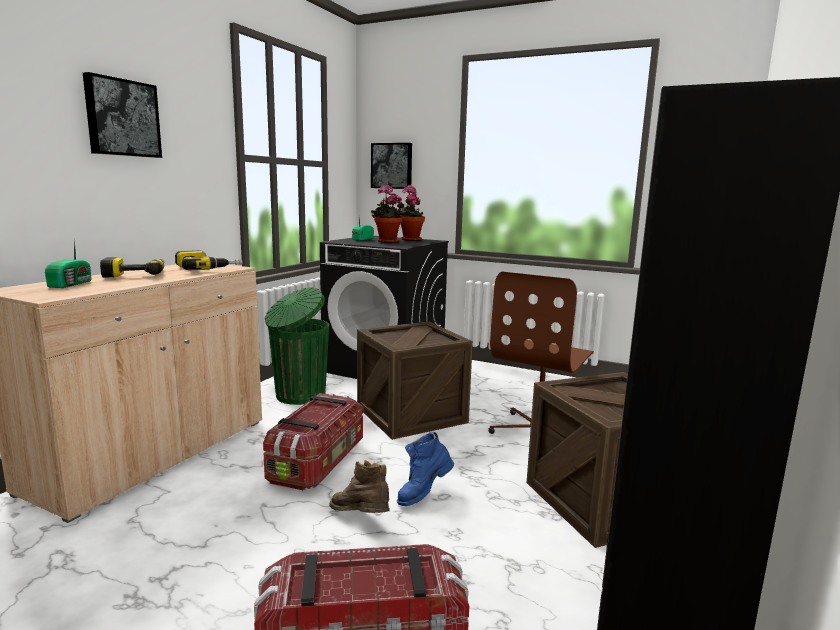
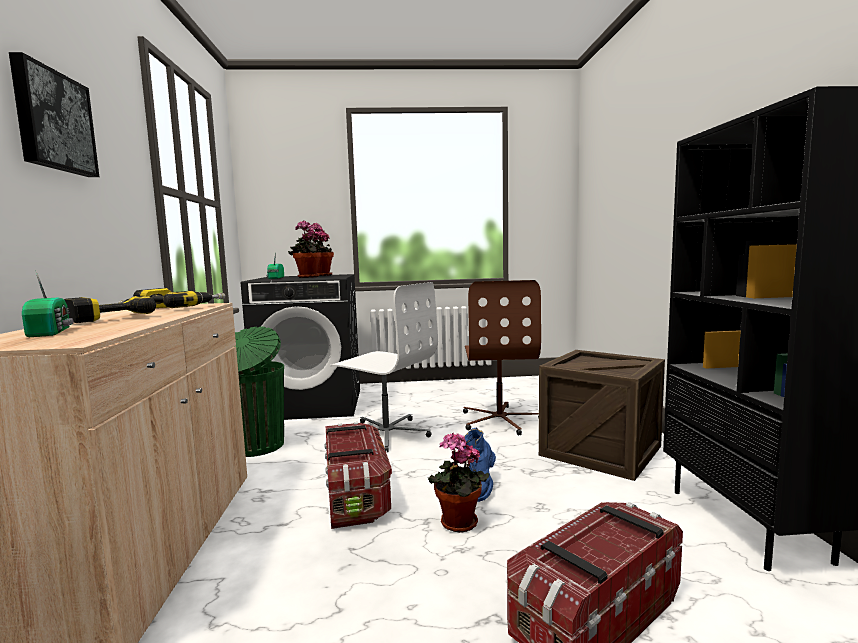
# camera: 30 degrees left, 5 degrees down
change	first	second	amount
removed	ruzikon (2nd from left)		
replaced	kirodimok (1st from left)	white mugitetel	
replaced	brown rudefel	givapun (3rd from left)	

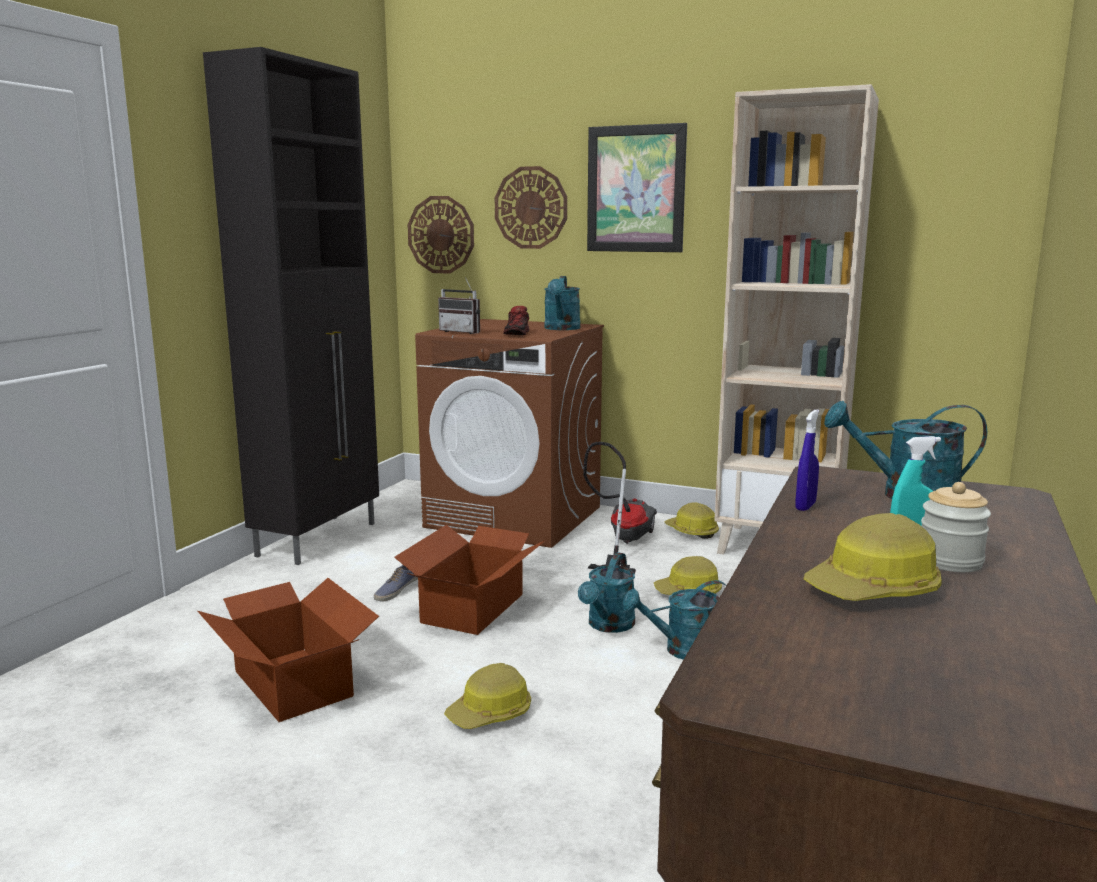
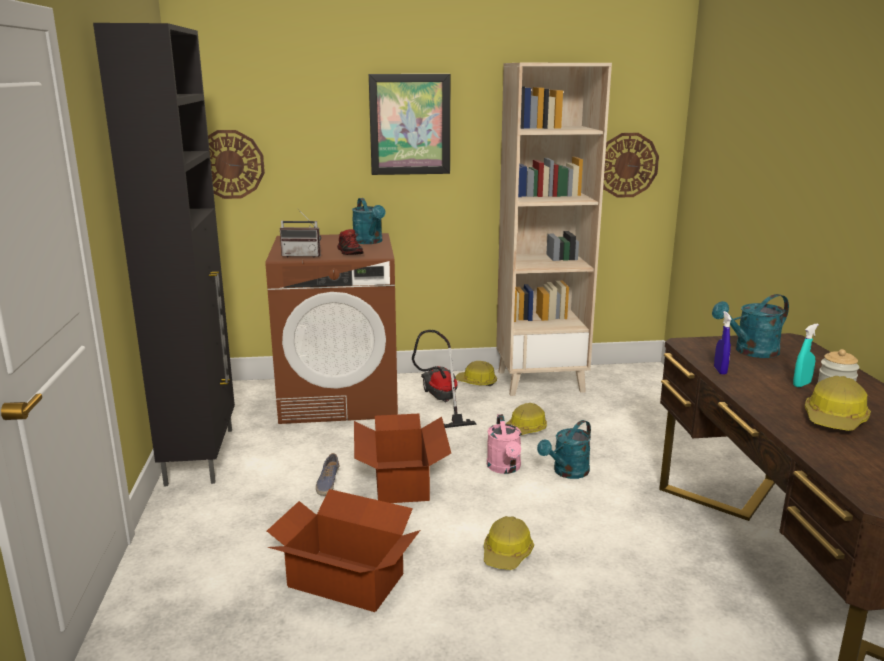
# camera: 30 degrees left, 5 degrees up
change	first	second	amount
moved	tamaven (2nd from left)		
recoloured	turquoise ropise (2nd from left)	pink ropise	

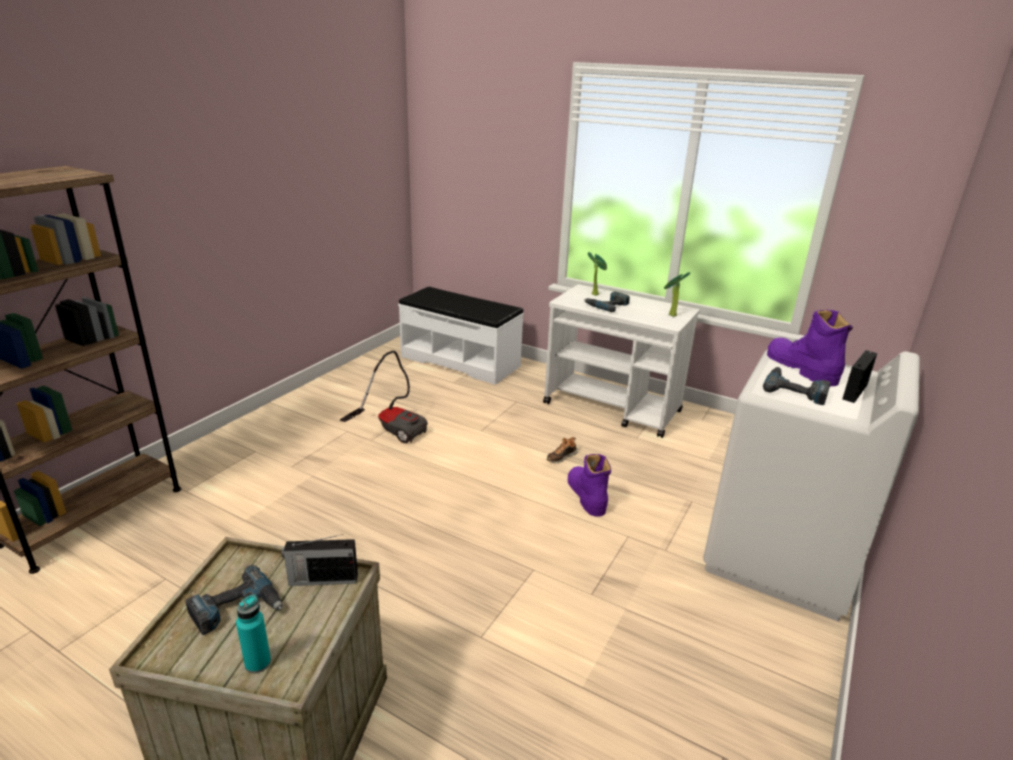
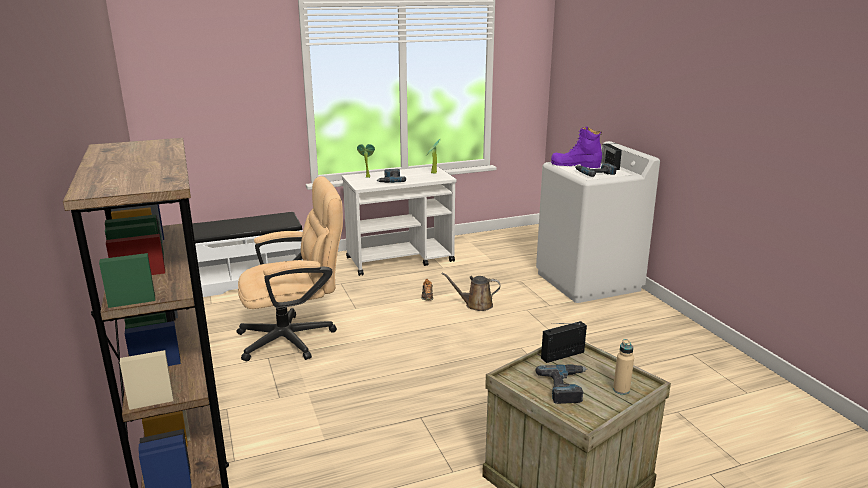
# camera: 50 degrees left, 5 degrees down
change	first	second	amount
replaced	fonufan	beige mugitetel	
replaced	purple rudefel (1st from left)	brown ropise	
turned	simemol (1st from left)		150 degrees counterclockwise
recoloured	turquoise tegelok	beige tegelok	

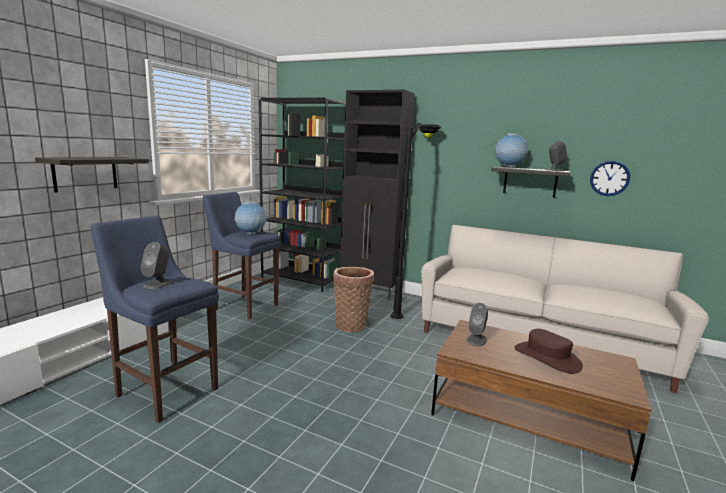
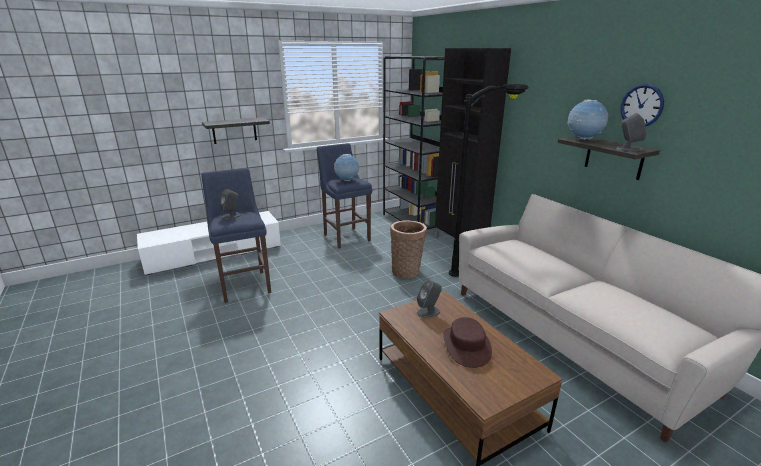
# camera: 35 degrees right, 10 degrees up
change	first	second	amount
moved	tamaven		

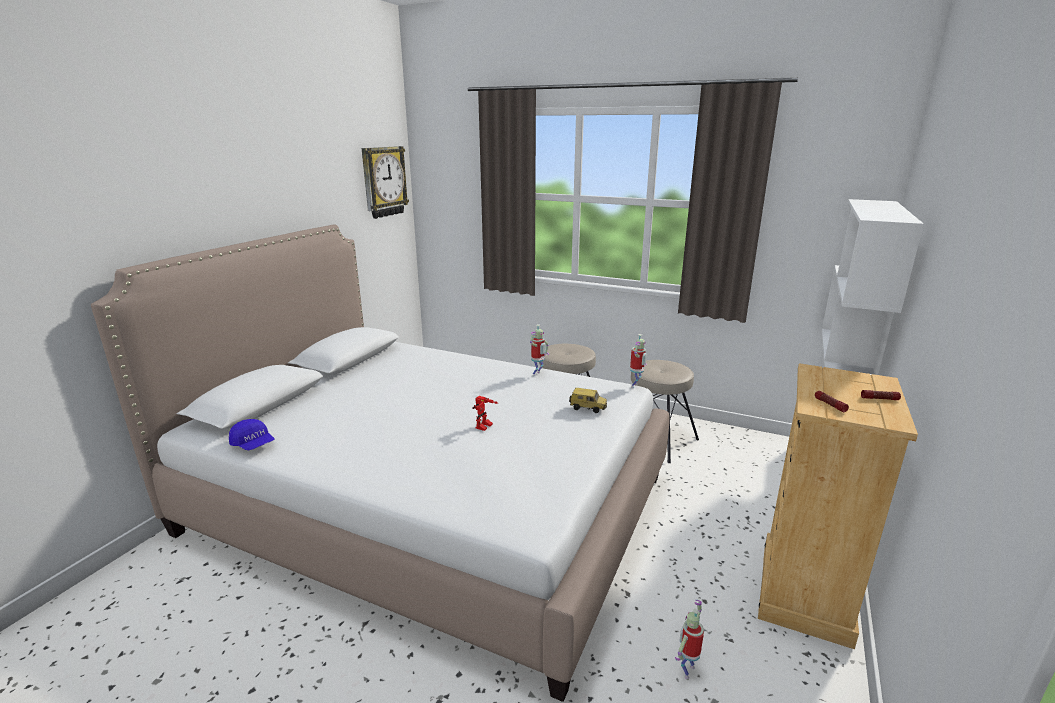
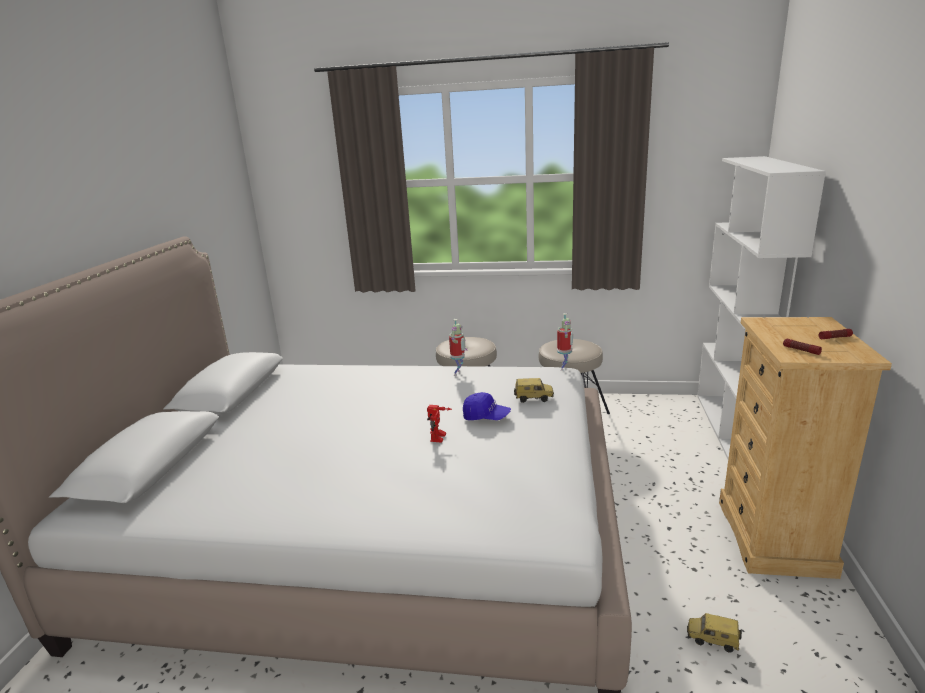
# camera: 15 degrees left, 0 degrees up
change	first	second	amount
removed	tamaven		
moved	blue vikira		
replaced	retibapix (4th from left)	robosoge (2nd from left)	

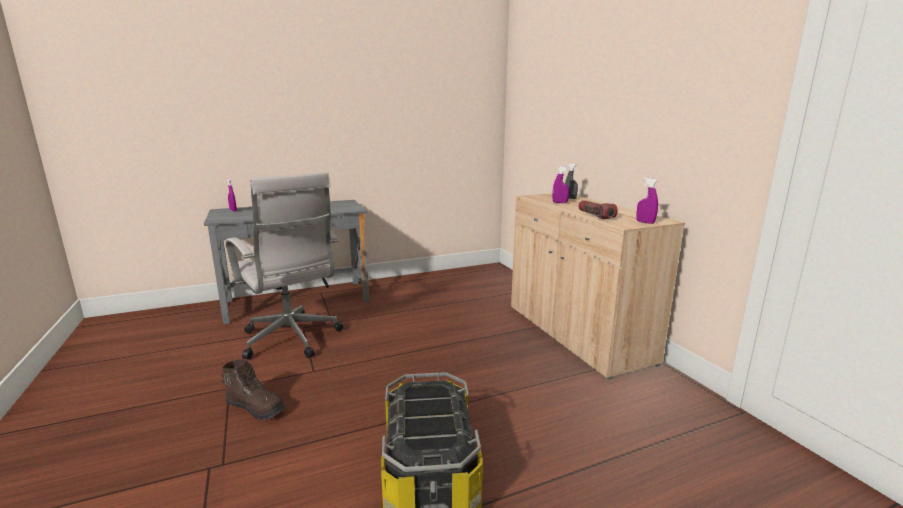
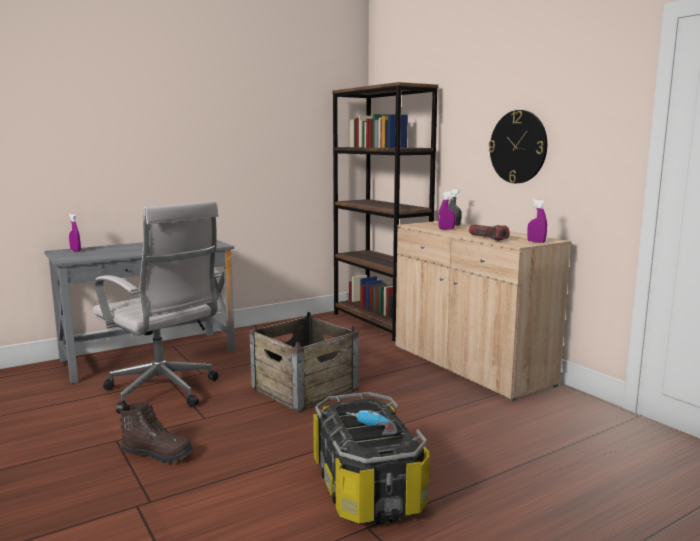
# camera: 10 degrees left, 5 degrees down
change	first	second	amount
added		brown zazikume	
added		tamaven	
added		kirodimok	
added		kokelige	

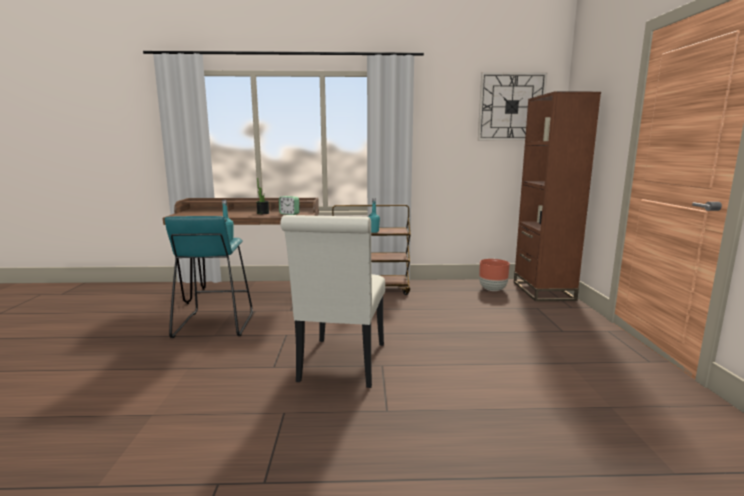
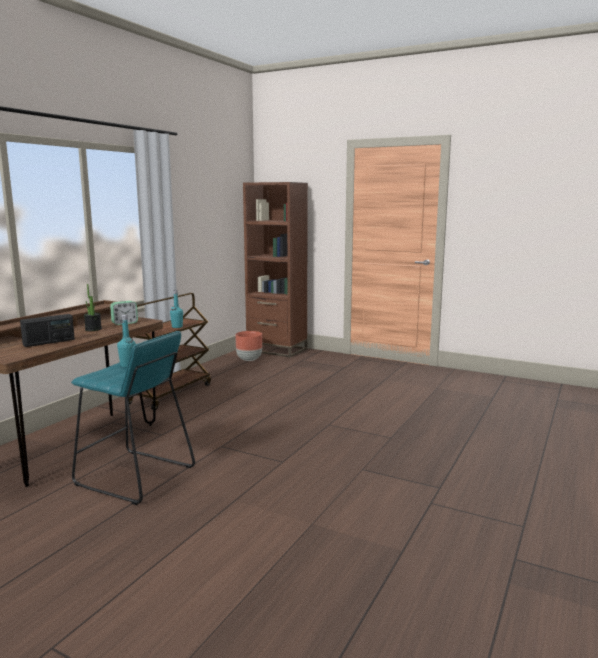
# camera: 60 degrees left, 0 degrees up
change	first	second	amount
removed	tamaven		
removed	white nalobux		
added		simemol	

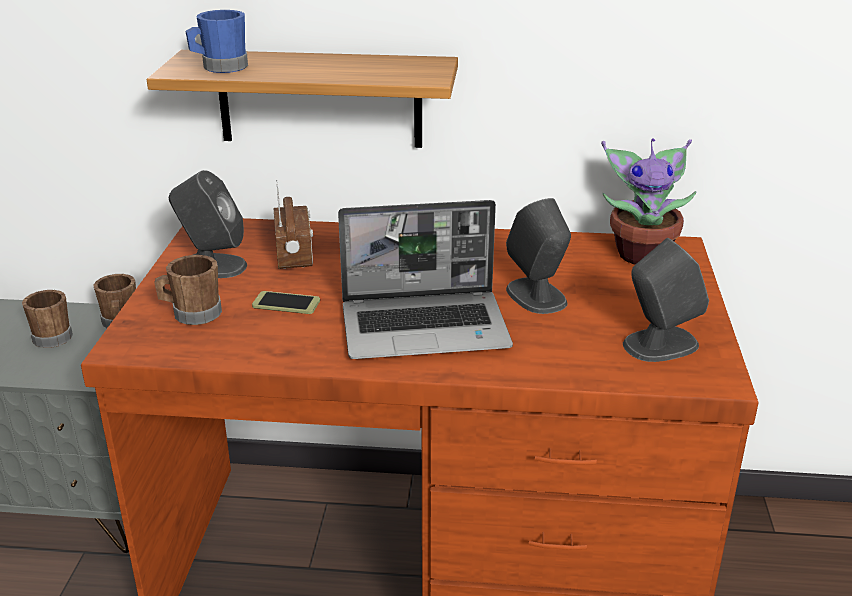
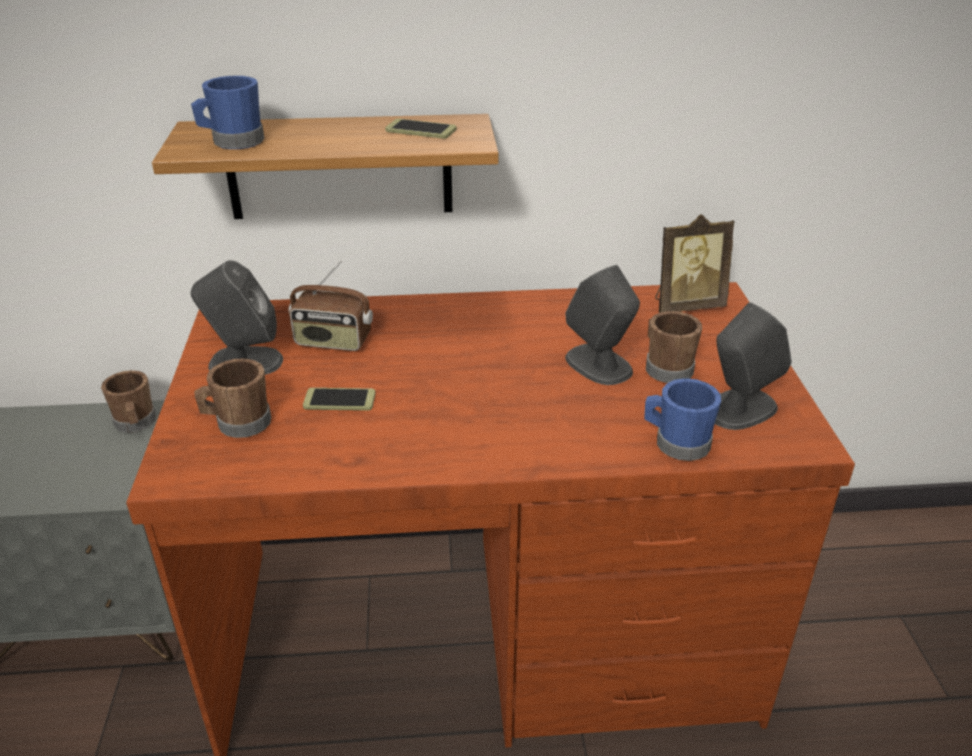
# camera: 10 degrees left, 5 degrees up
change	first	second	amount
replaced	givapun	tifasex	
turned	simemol		120 degrees clockwise
removed	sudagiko		
moved	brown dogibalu (1st from left in the first image)	brown dogibalu (3rd from left)	
added		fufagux (2nd from left)	
added		blue dogibalu (2nd from left)	

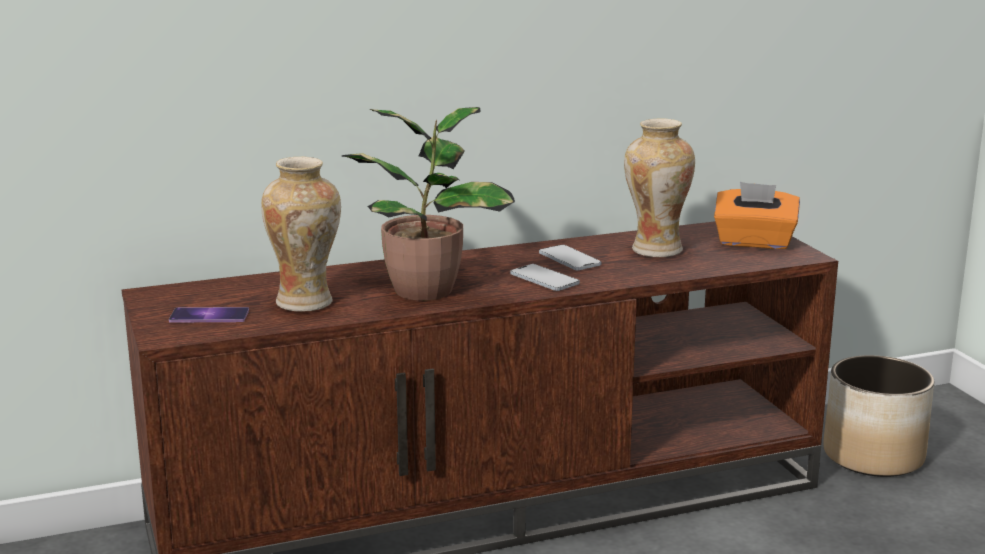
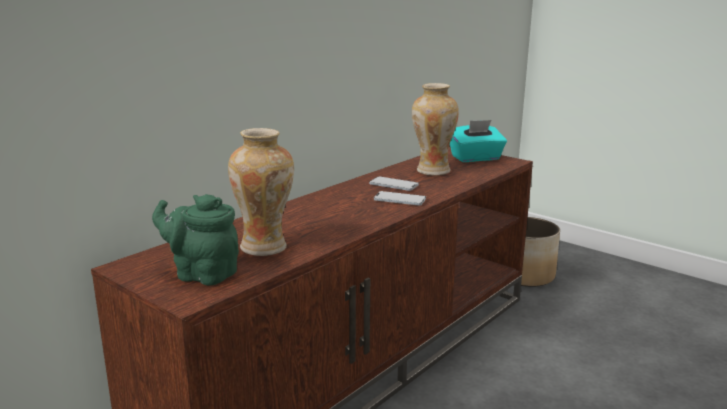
# camera: 30 degrees left, 0 degrees up
change	first	second	amount
removed	givapun		
recoloured	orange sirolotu	turquoise sirolotu	
replaced	fufagux (1st from left)	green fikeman	

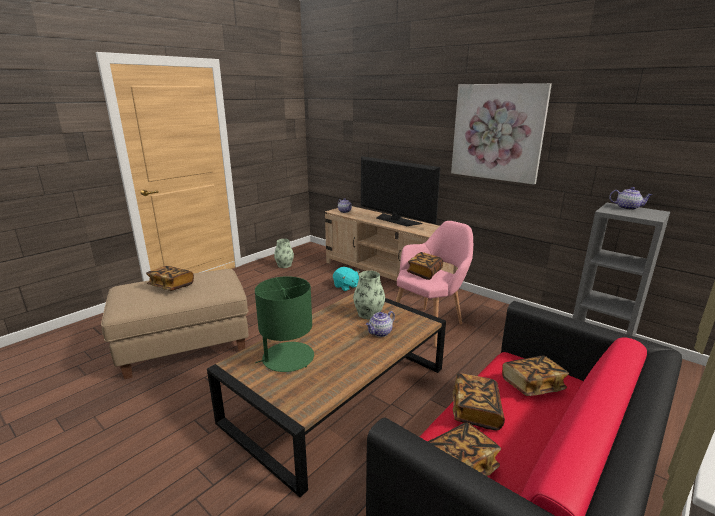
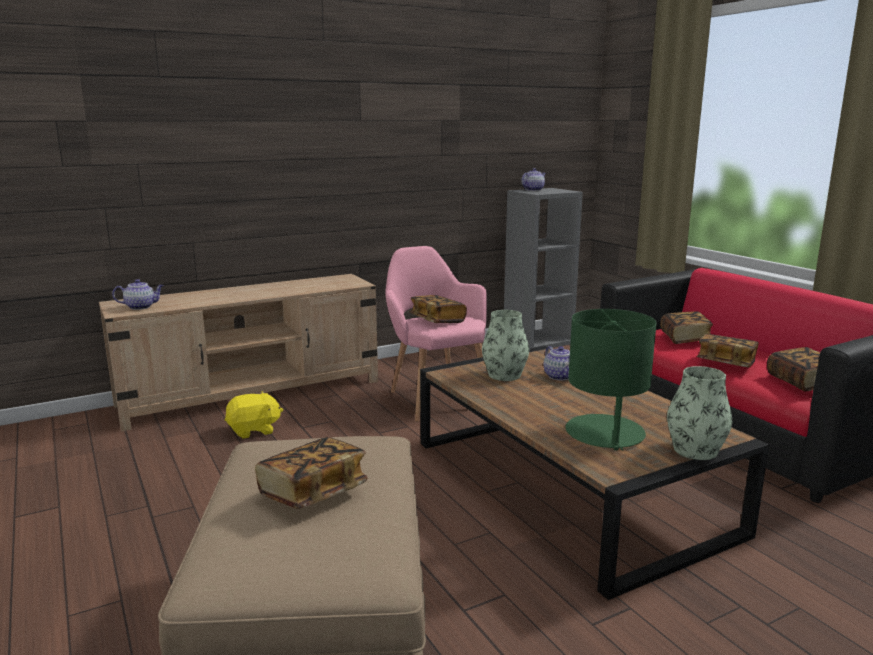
# camera: 70 degrees left, 5 degrees down
change	first	second	amount
removed	ruzikon		
removed	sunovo		
moved	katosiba (1st from left in the first image)	katosiba (2nd from left)	
recoloured	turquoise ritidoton	yellow ritidoton	

